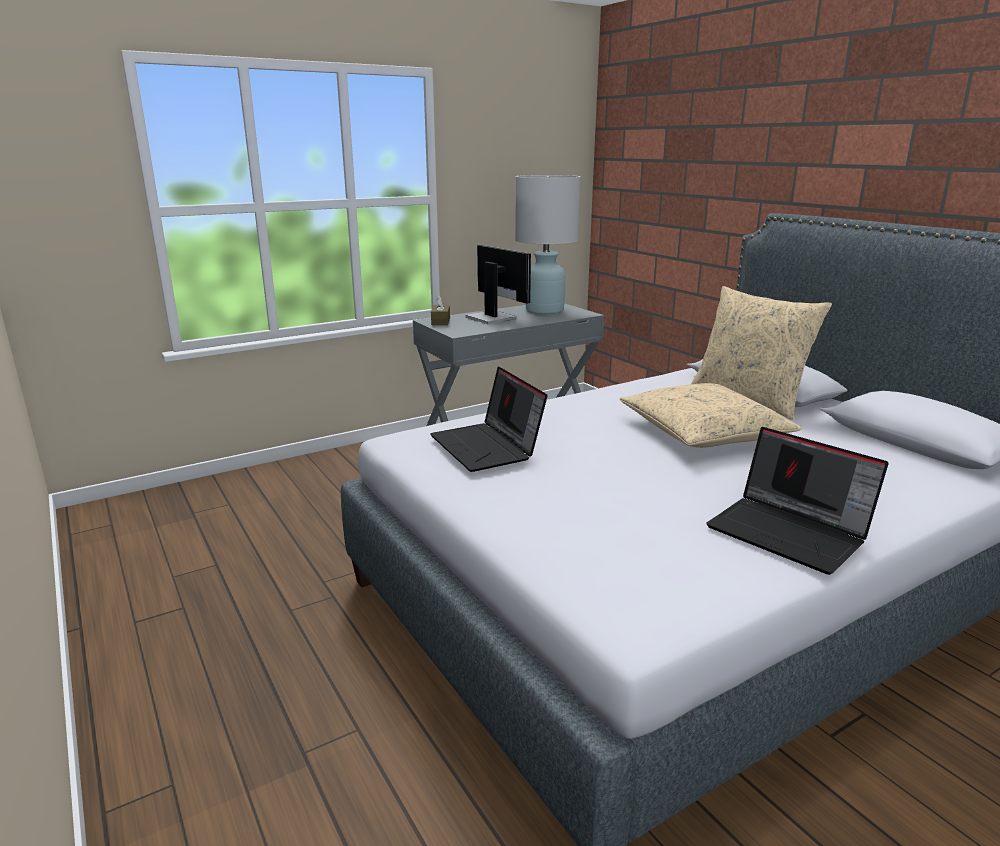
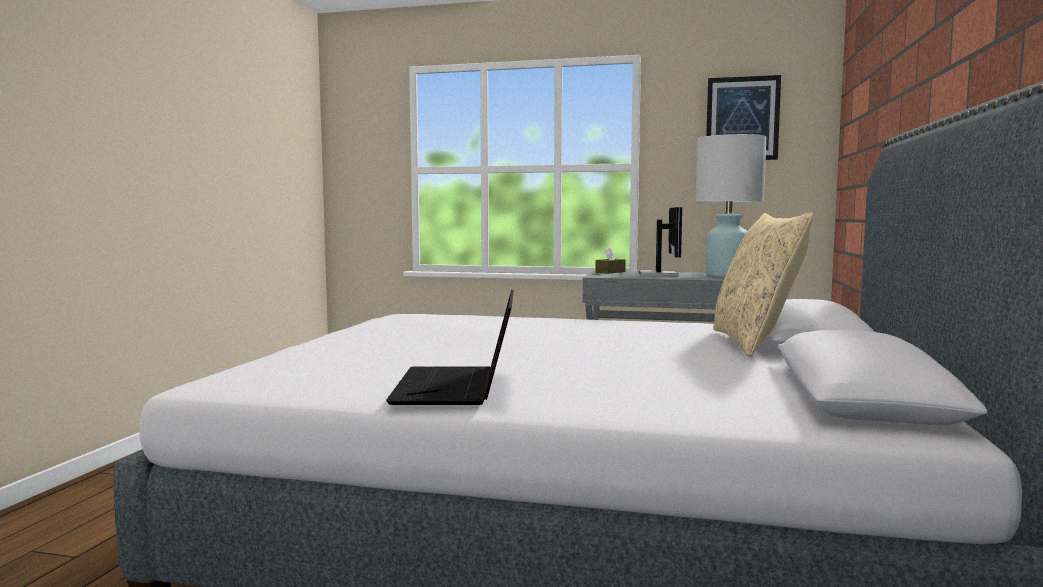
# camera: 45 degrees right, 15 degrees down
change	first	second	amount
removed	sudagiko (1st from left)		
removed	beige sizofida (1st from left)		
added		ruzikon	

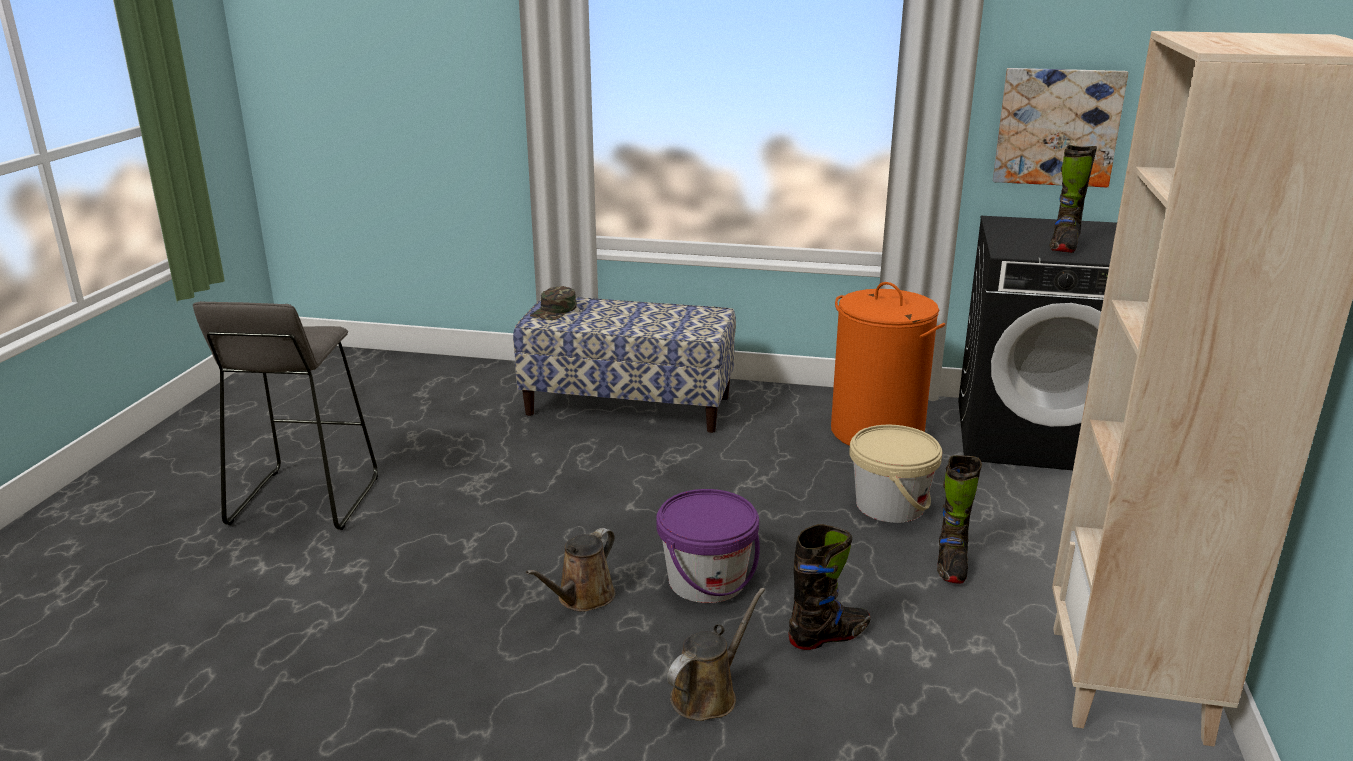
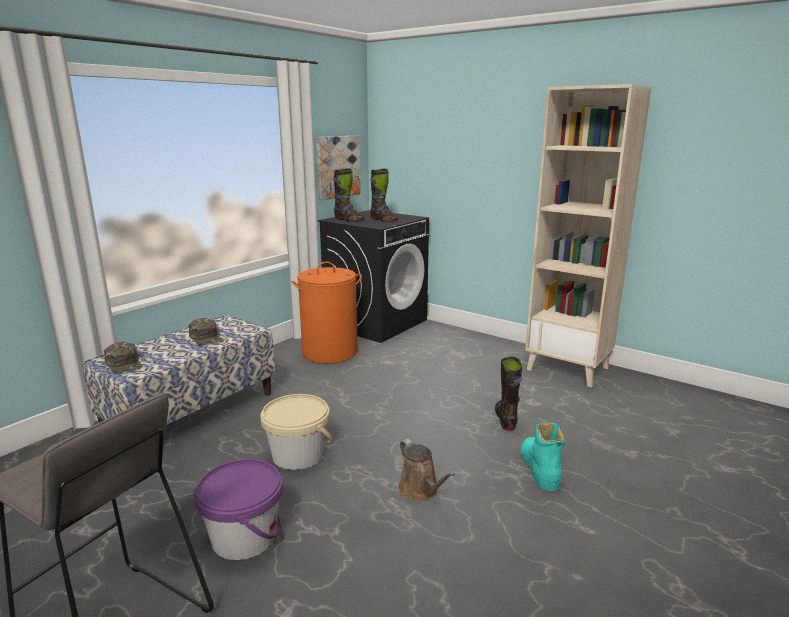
# camera: 65 degrees left, 5 degrees down
change	first	second	amount
moved	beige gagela		
moved	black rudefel (2nd from left in the first image)	black rudefel (1st from left)	
moved	purple gagela		
replaced	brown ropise (2nd from left)	turquoise rudefel	
added		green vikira (2nd from left)	

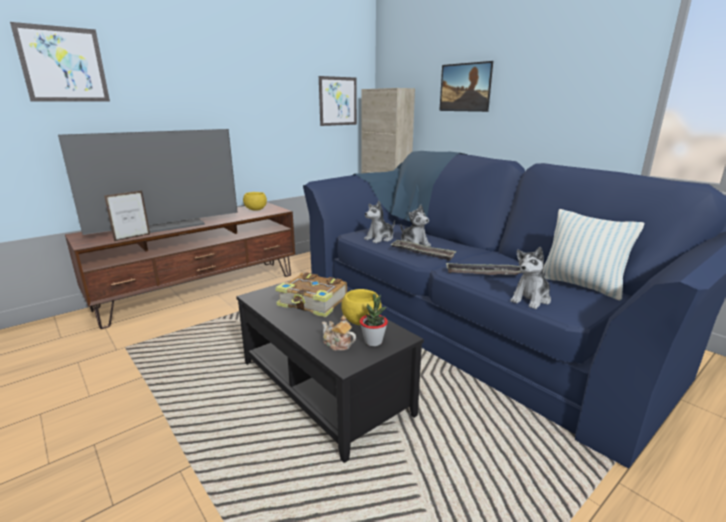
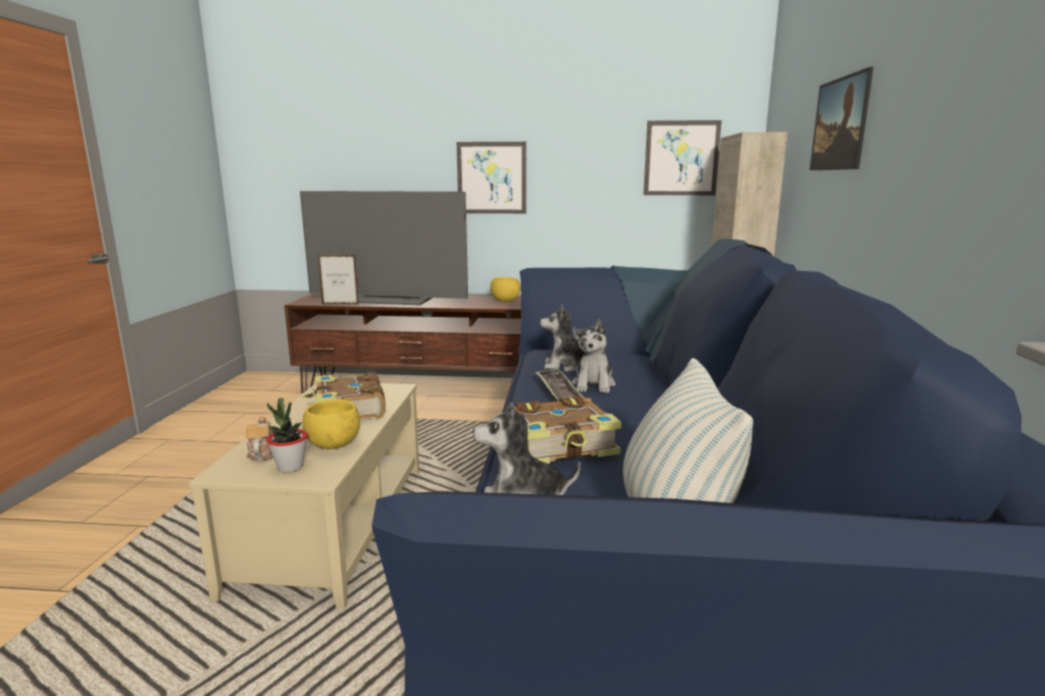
# camera: 45 degrees right, 5 degrees down
change	first	second	amount
moved	ruzikon (1st from left)		
replaced	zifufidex (2nd from left)	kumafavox (2nd from left)	
recoloured	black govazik	beige govazik	

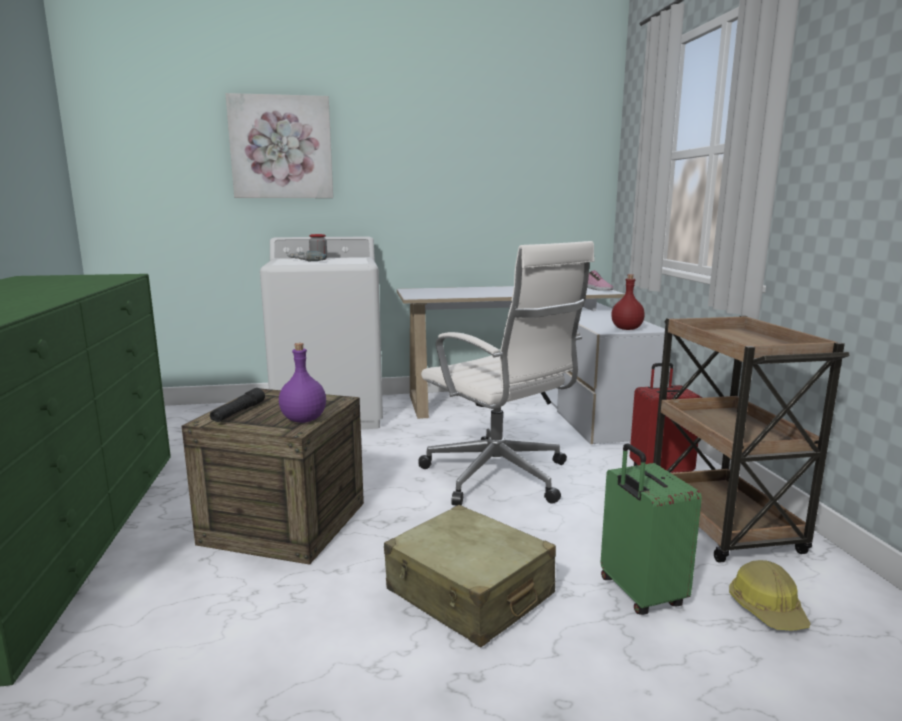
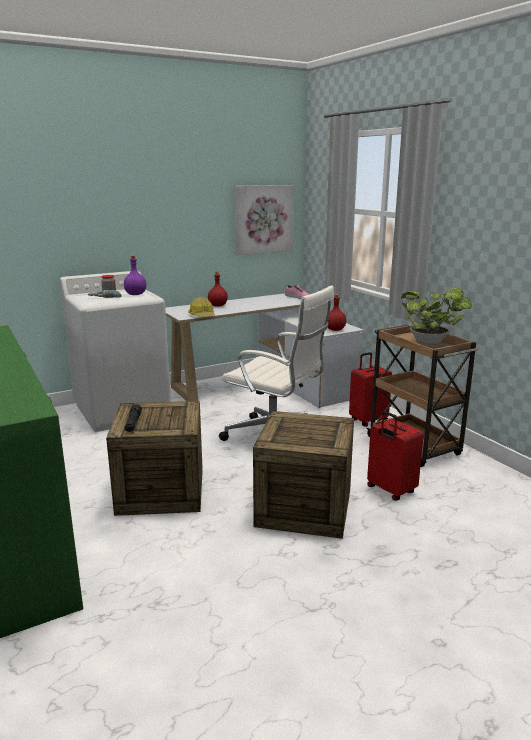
# camera: 20 degrees left, 5 degrees up
change	first	second	amount
moved	ruzikon		
moved	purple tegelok		
recoloured	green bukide	red bukide (2nd from left)	
replaced	beige bukide	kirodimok (2nd from left)	
moved	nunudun		
added		red tegelok (1st from left)	
added		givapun	

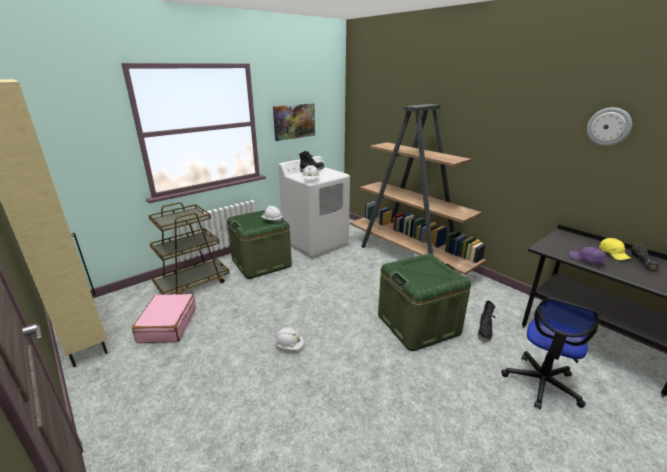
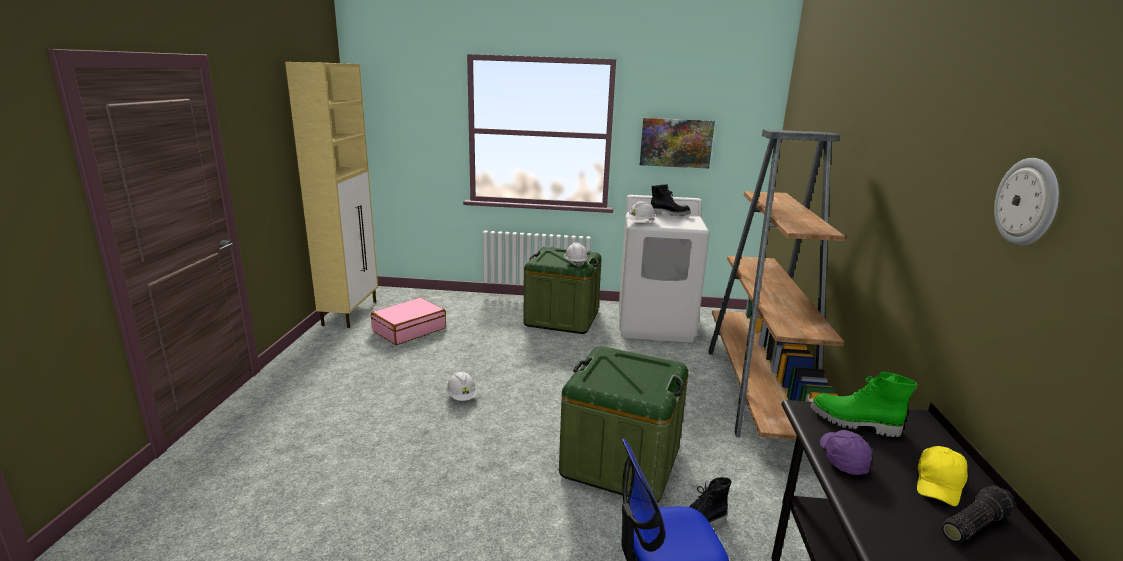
# camera: 45 degrees right, 5 degrees down
change	first	second	amount
removed	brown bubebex		
added		green rudefel	

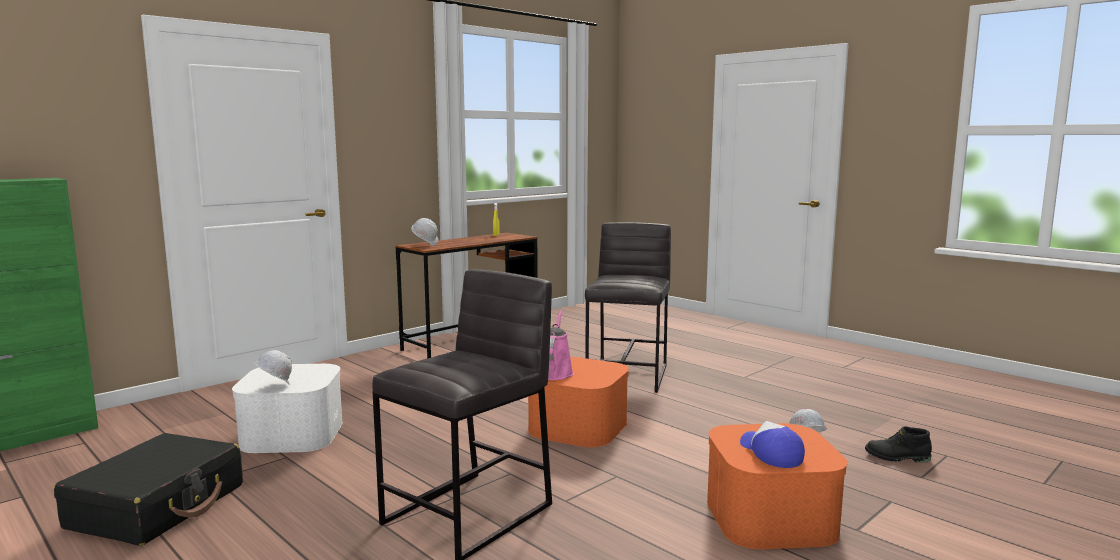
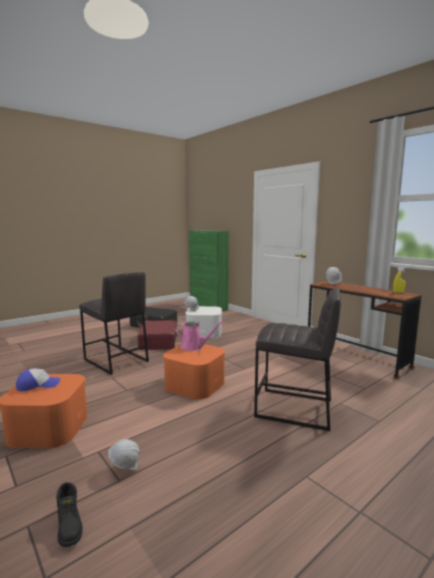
# camera: 95 degrees right, 0 degrees up
change	first	second	amount
turned	black rudefel		135 degrees clockwise
added		red bukide	

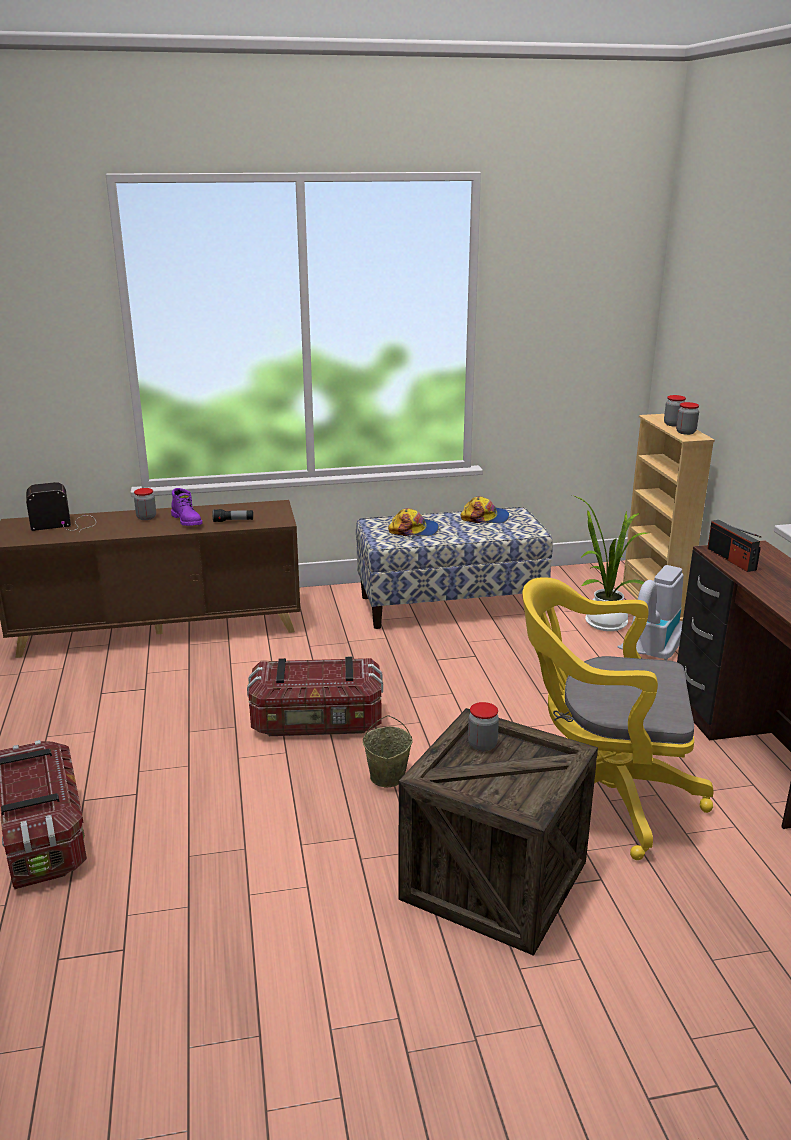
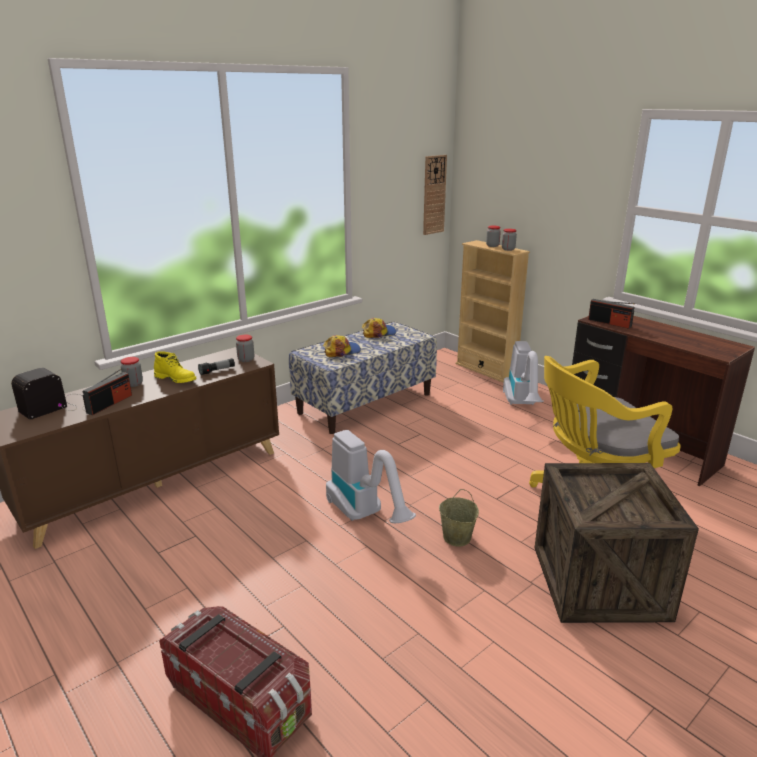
# camera: 30 degrees left, 0 degrees up
change	first	second	amount
recoloured	purple rudefel	yellow rudefel	
removed	givapun		
replaced	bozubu (2nd from left)	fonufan (1st from left)	
moved	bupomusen (2nd from left)		
added		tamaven	
added		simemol (2nd from left)	

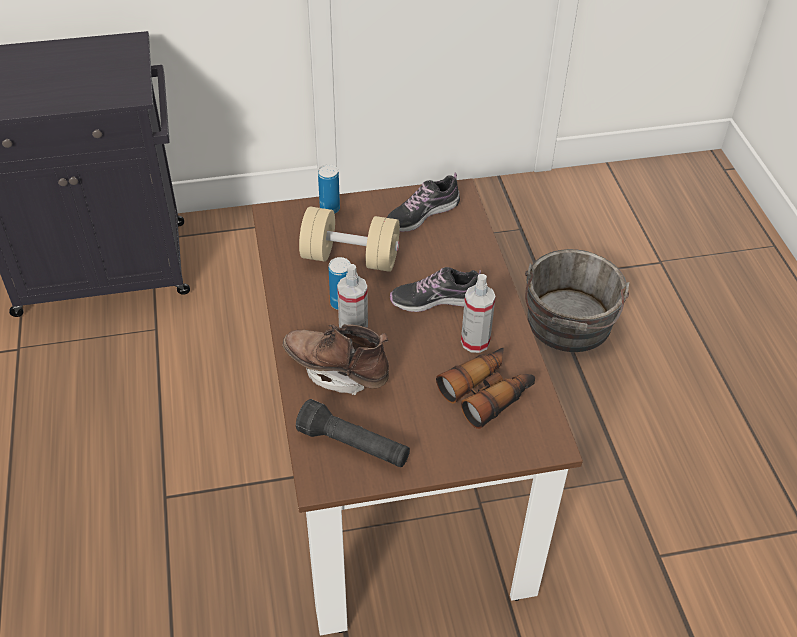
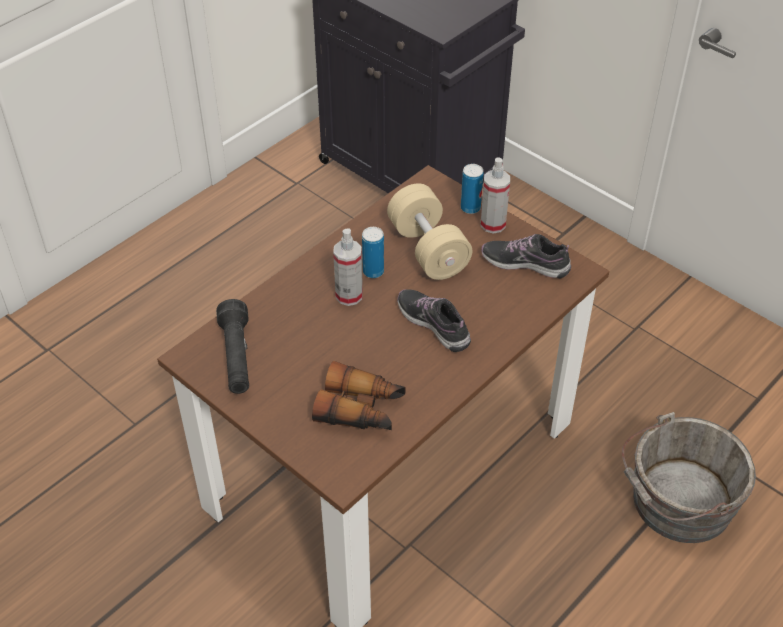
# camera: 55 degrees right, 0 degrees up
change	first	second	amount
moved	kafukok (2nd from left)		
removed	brown rudefel		

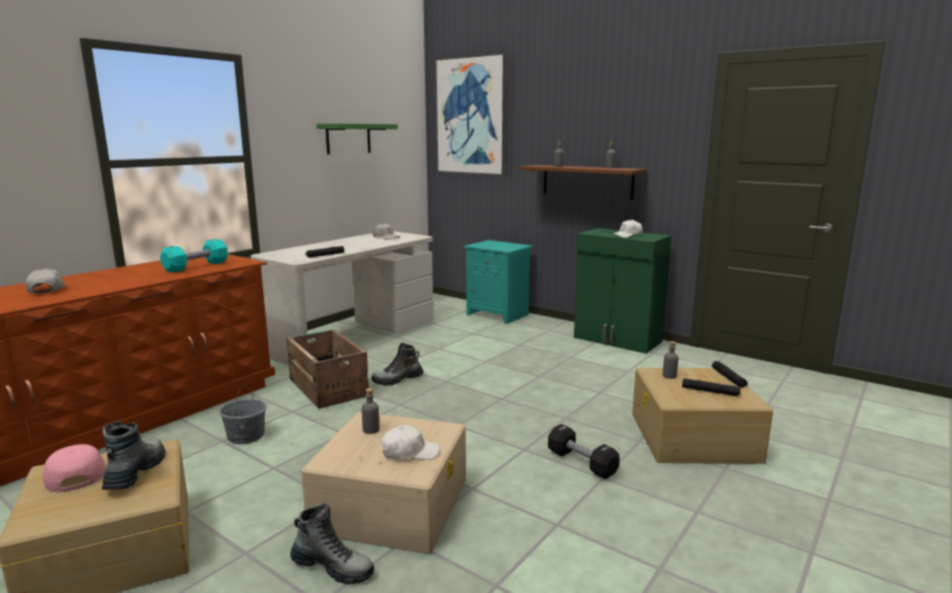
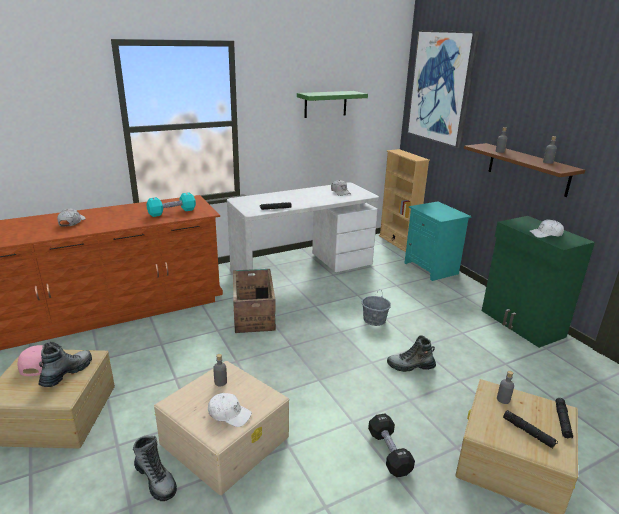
# camera: 25 degrees right, 10 degrees up
change	first	second	amount
moved	rudefel (3rd from left)		
moved	grey gagela		
added		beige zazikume	

